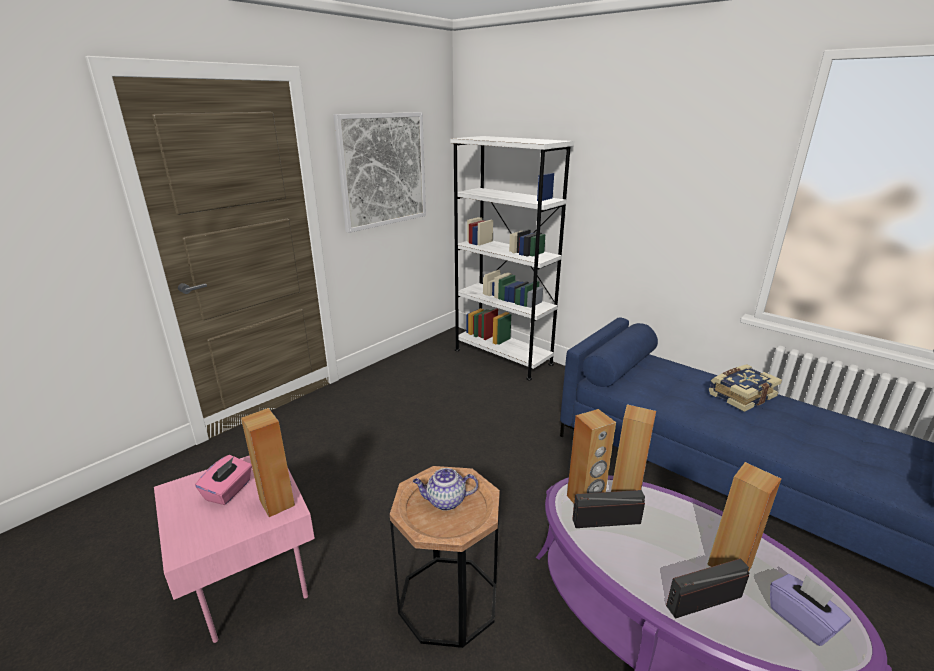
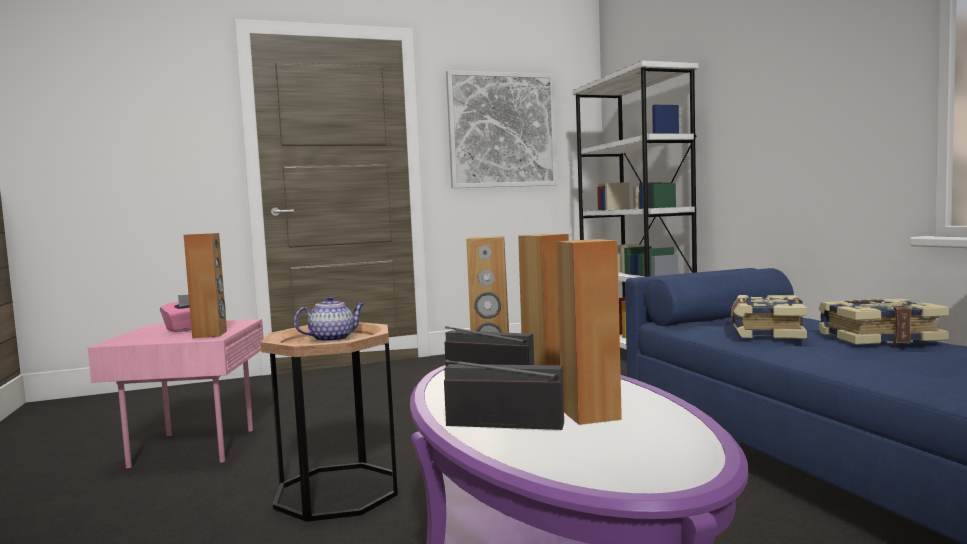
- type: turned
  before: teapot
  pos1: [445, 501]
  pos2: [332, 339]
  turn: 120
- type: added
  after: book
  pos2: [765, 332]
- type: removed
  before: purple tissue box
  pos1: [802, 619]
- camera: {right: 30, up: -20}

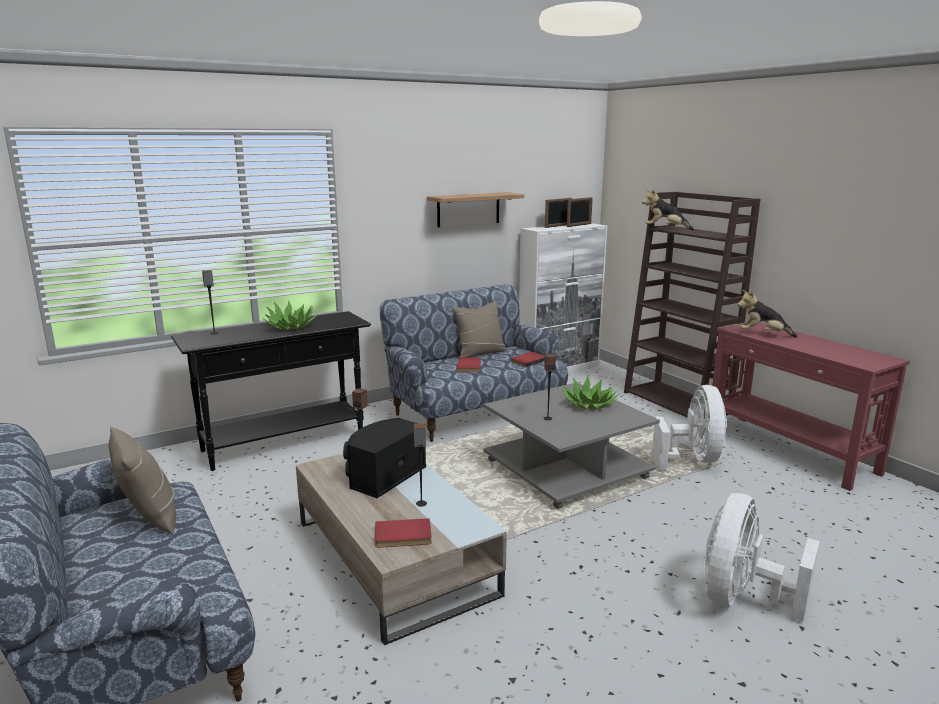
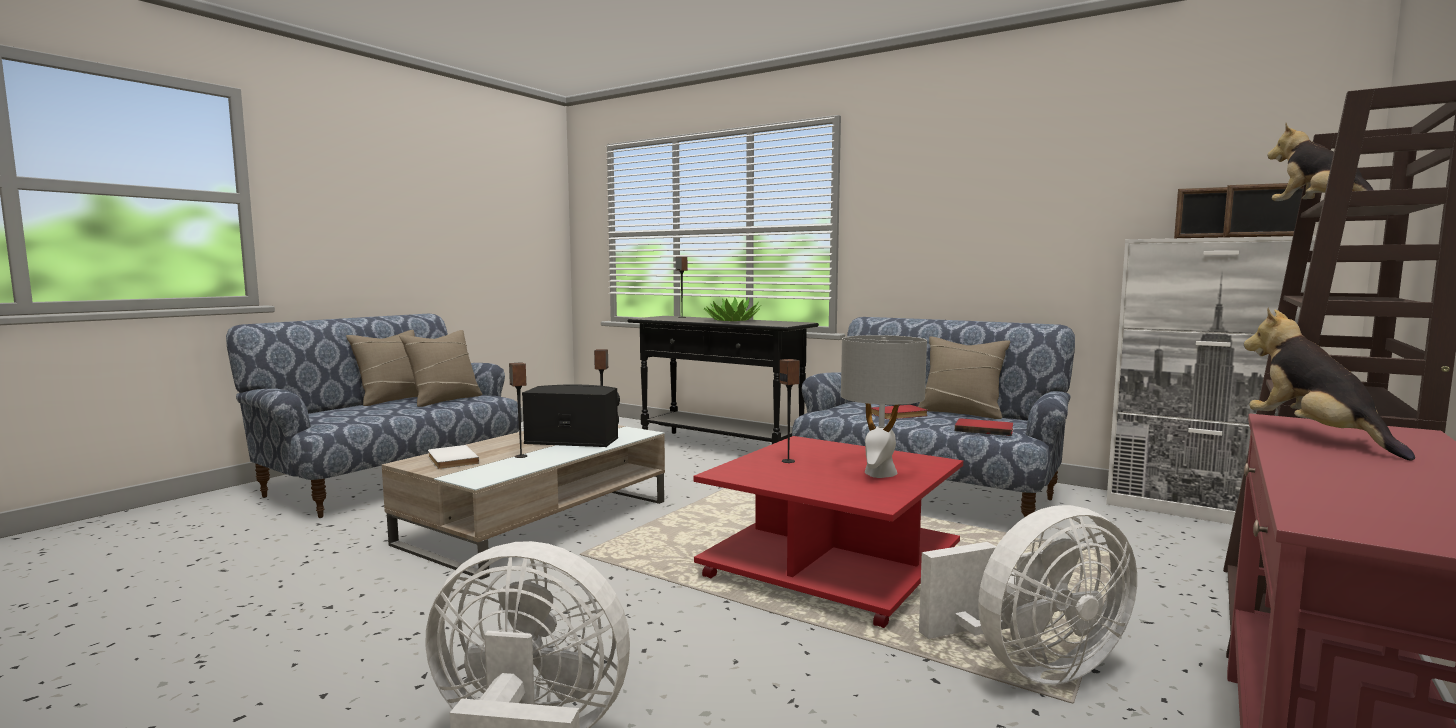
- type: added
  after: beige pillow
  pos2: [393, 399]
- type: recoloured
  before: red book
  after: white book
  pos1: [403, 536]
  pos2: [450, 460]
- type: recoloured
  before: grey coffee table
  after: red coffee table
  pos1: [566, 468]
  pos2: [834, 566]
- type: replaced
  before: potted plant
  after: grey table lamp
  pos1: [589, 404]
  pos2: [880, 473]
- type: removed
  before: shelf
  pos1: [468, 209]
- camera: {right: 65, up: -10}

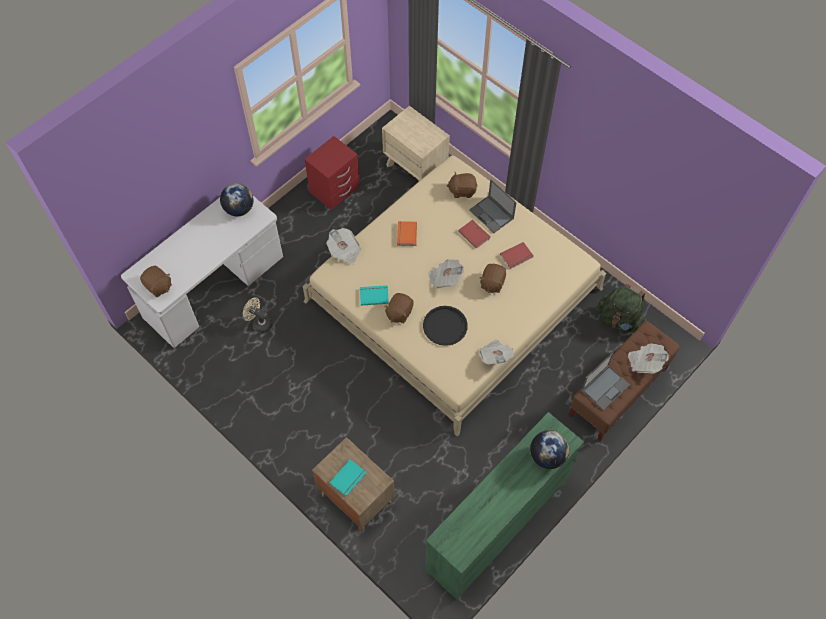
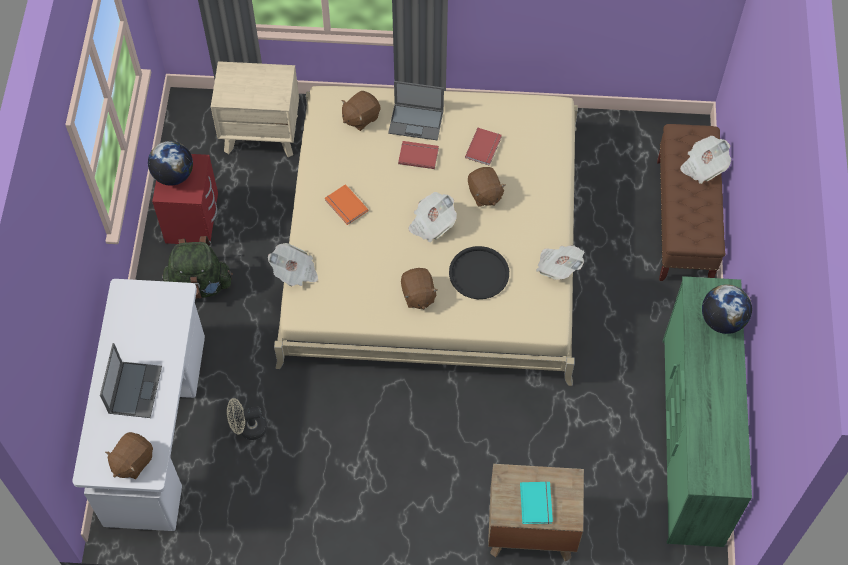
- type: moved
  before: laptop
  pos1: [605, 387]
  pos2: [135, 389]
- type: turned
  before: brown plush toy
  pos1: [158, 286]
  pos2: [132, 461]
  turn: 120
- type: moved
  before: globe
  pos1: [239, 209]
  pos2: [173, 175]
- type: moved
  before: green backpack
  pos1: [619, 320]
  pos2: [199, 285]
- type: removed
  before: turquoise book
  pos1: [374, 295]
- camera: {right: -40, up: 0}

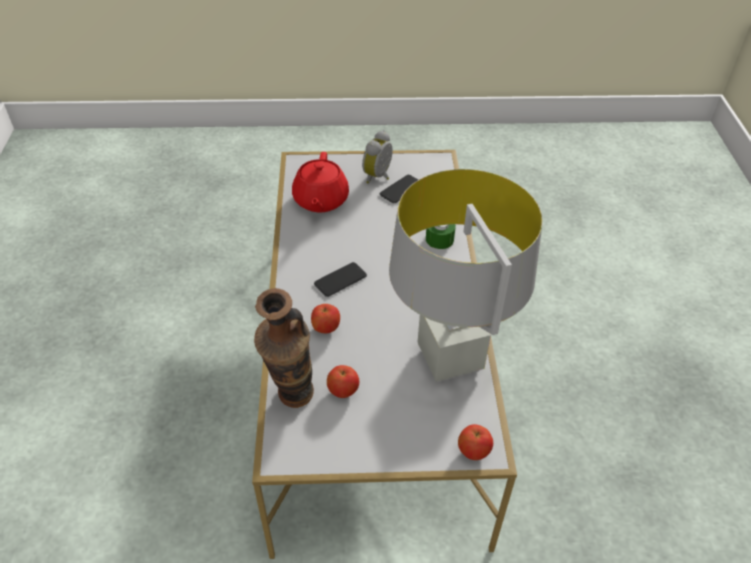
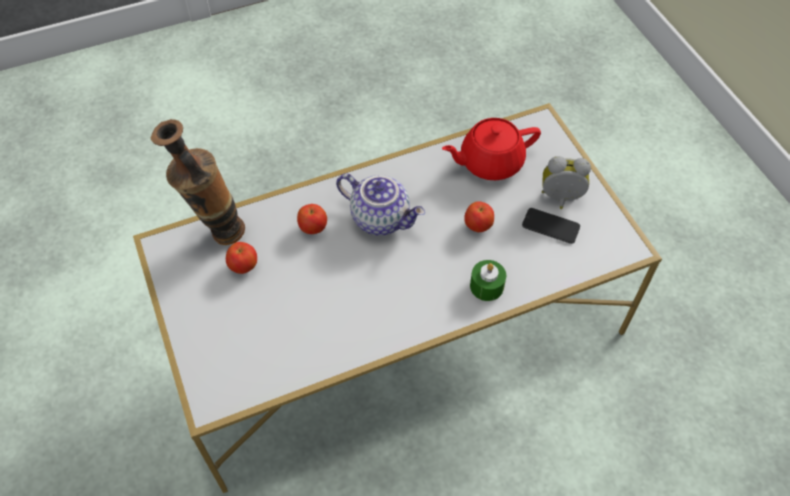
- type: replaced
  before: phone
  after: teapot
  pos1: [340, 280]
  pos2: [381, 218]
- type: moved
  before: apple
  pos1: [473, 451]
  pos2: [478, 226]
- type: removed
  before: grey table lamp
  pos1: [449, 360]
- camera: {right: 70, up: 10}

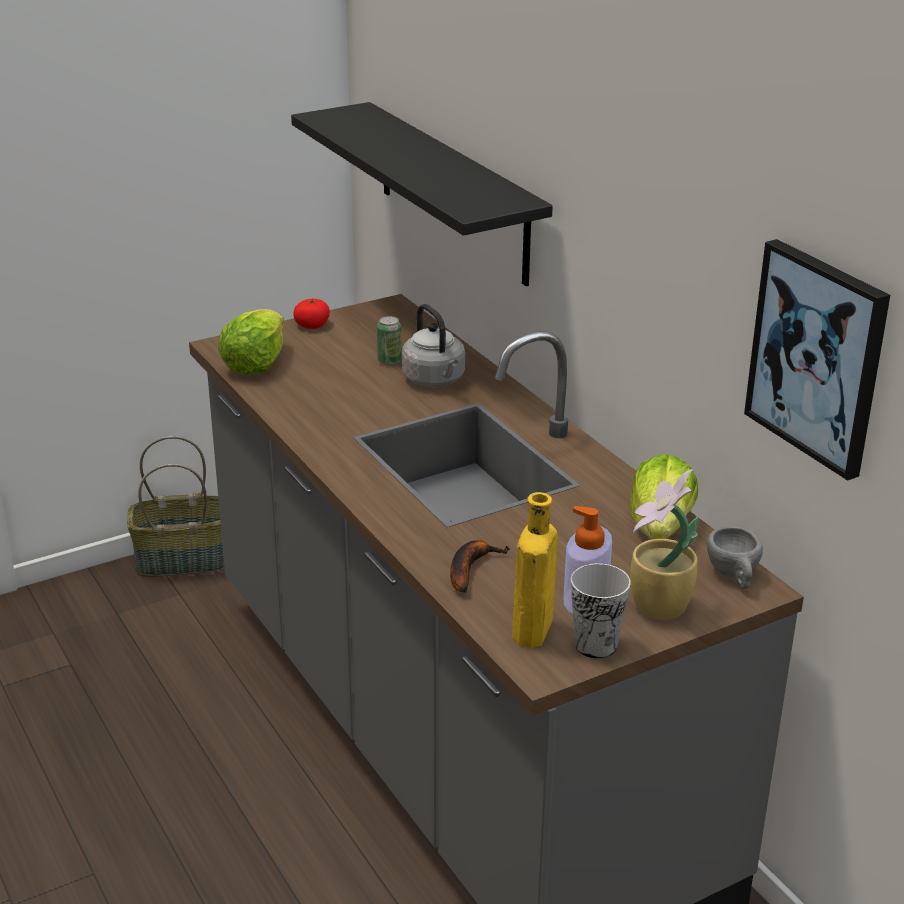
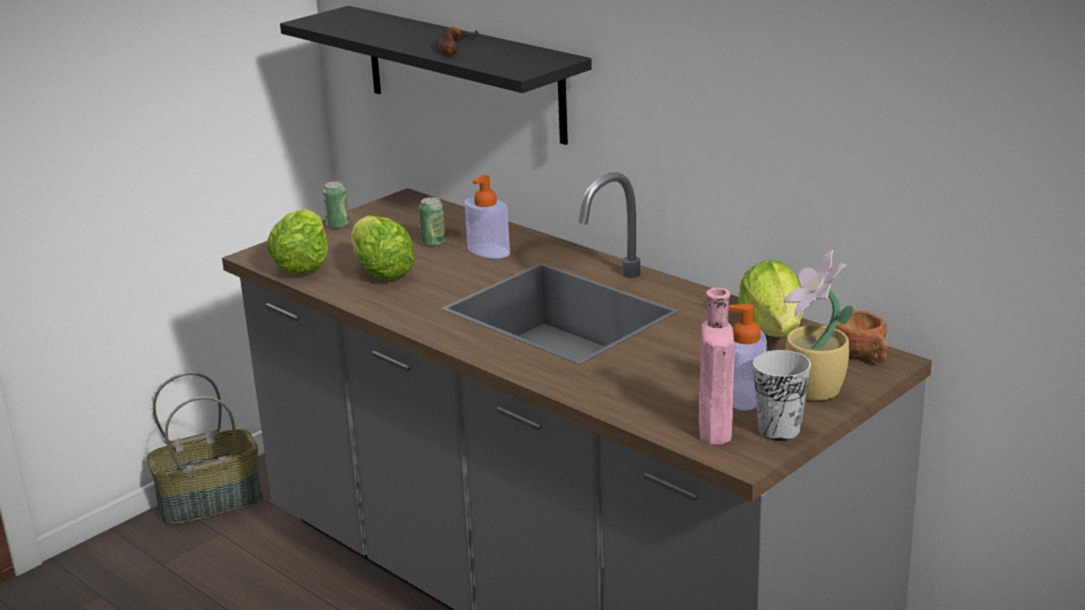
- type: replaced
  before: tomato
  after: can
  pos1: [312, 325]
  pos2: [338, 225]
- type: added
  after: lettuce
  pos2: [381, 272]
- type: moved
  before: banana
  pos1: [470, 568]
  pos2: [452, 47]
- type: replaced
  before: grey kettle
  after: soap dispenser
  pos1: [435, 380]
  pos2: [488, 251]
- type: recoloured
  before: yellow bottle
  after: pink bottle
  pos1: [531, 633]
  pos2: [715, 432]
- type: recoloured
  before: grey cup
  after: brown cup
  pos1: [734, 576]
  pos2: [863, 355]
- type: removed
  before: picture
  pos1: [818, 357]
- camera: {right: -15, up: -5}

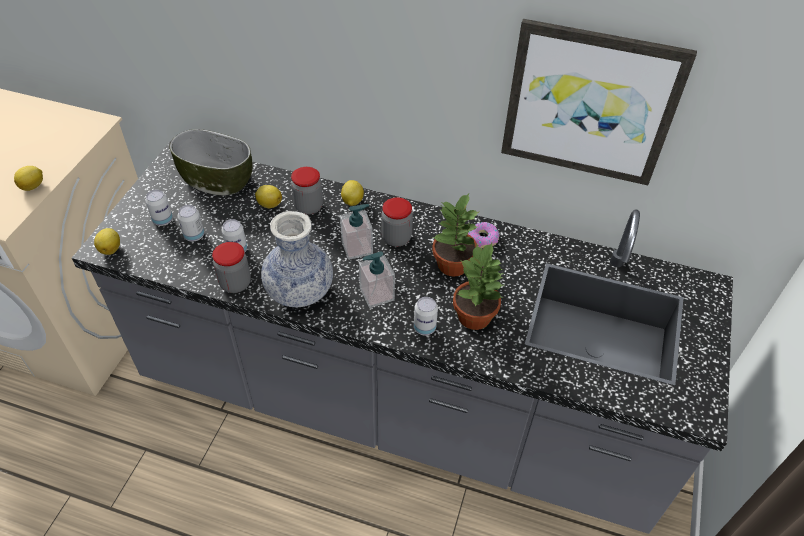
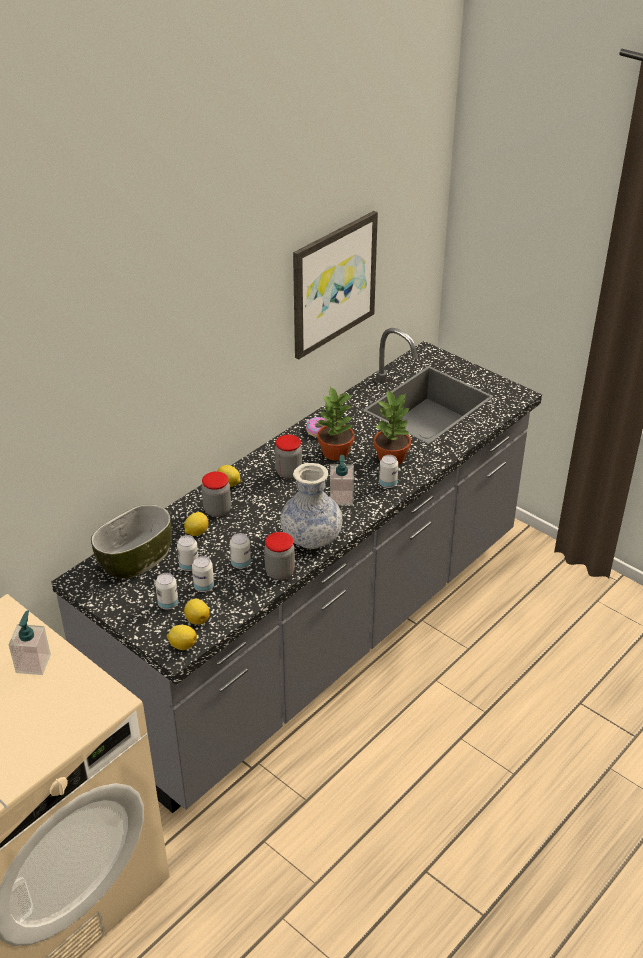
- type: moved
  before: soap dispenser
  pos1: [357, 248]
  pos2: [33, 663]
- type: added
  after: can
  pos2: [189, 566]
- type: moved
  before: lemon
  pos1: [33, 186]
  pos2: [197, 619]
- camera: {right: -65, up: -10}

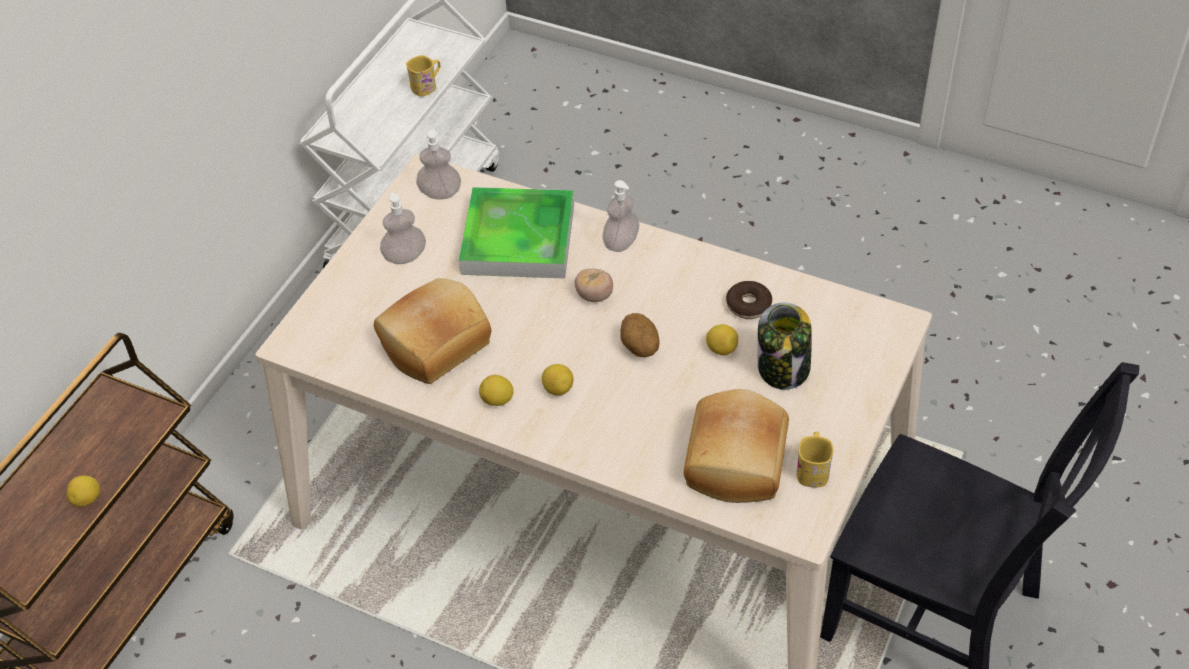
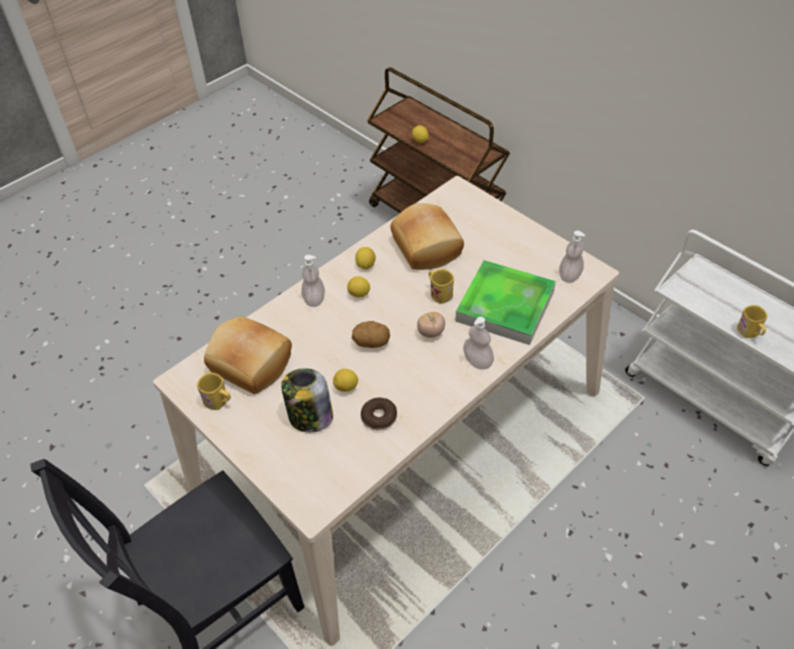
- type: moved
  before: soap dispenser
  pos1: [405, 256]
  pos2: [314, 299]
- type: added
  after: yellow mug
  pos2: [439, 293]
- camera: {right: 110, up: 0}

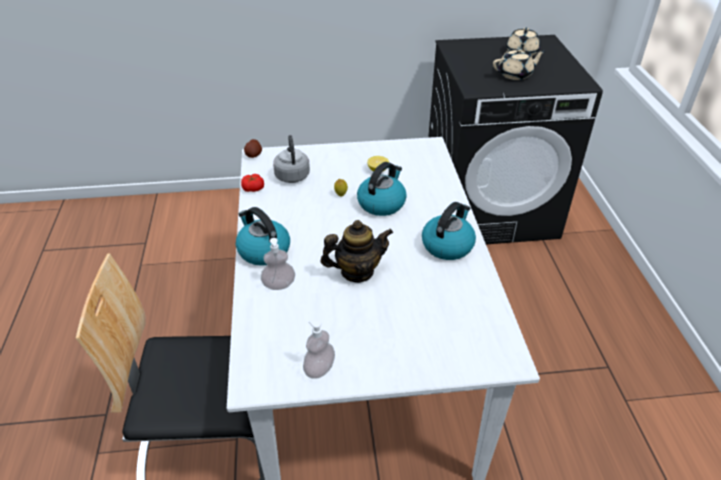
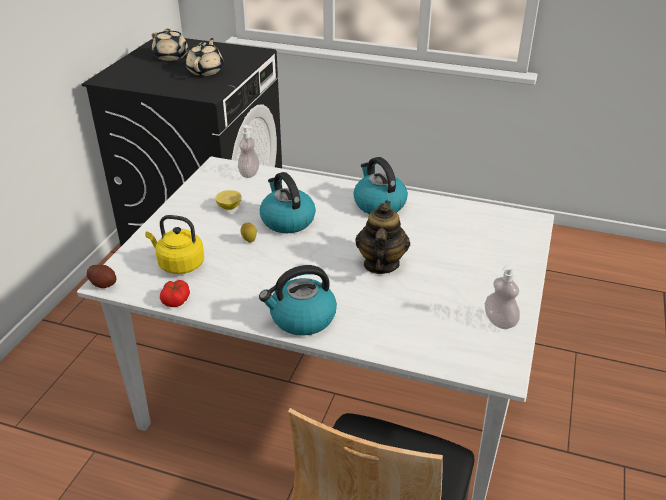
- type: recoloured
  before: grey kettle
  after: yellow kettle
  pos1: [292, 175]
  pos2: [179, 264]
- type: moved
  before: soap dispenser
  pos1: [279, 285]
  pos2: [249, 173]
- camera: {right: -65, up: -5}

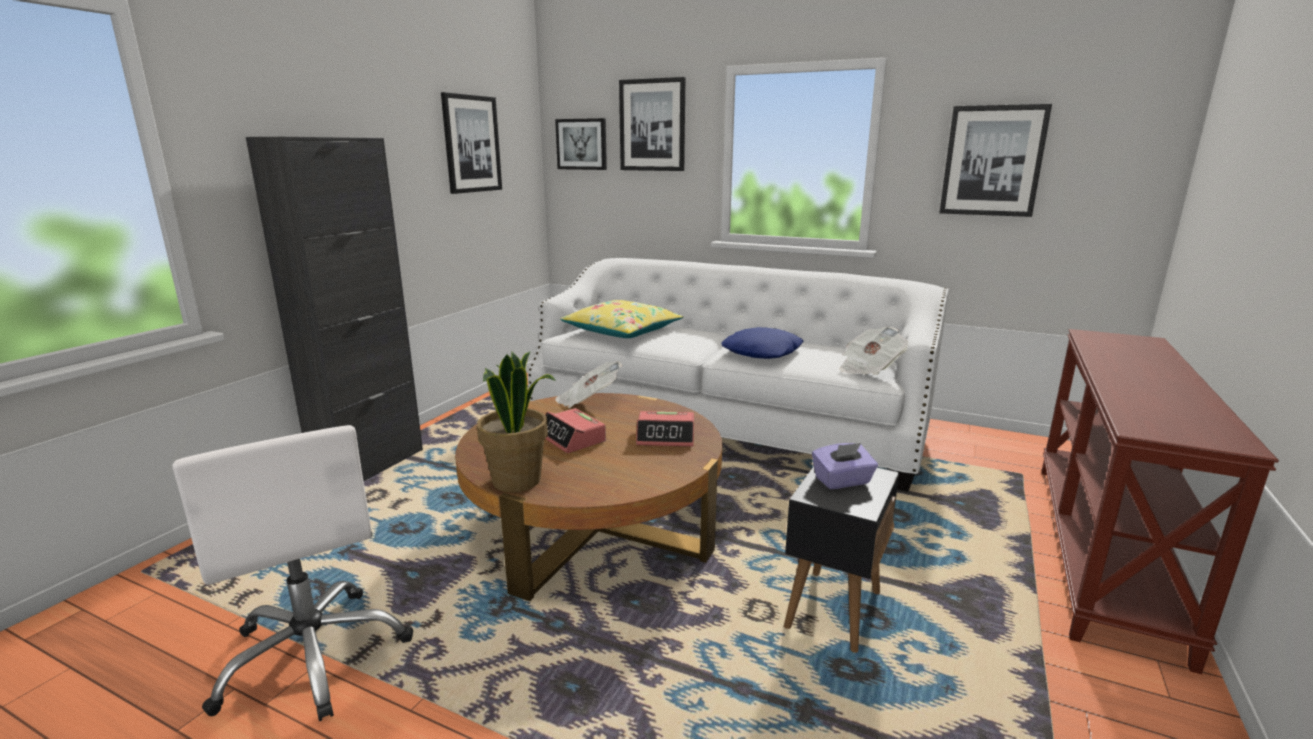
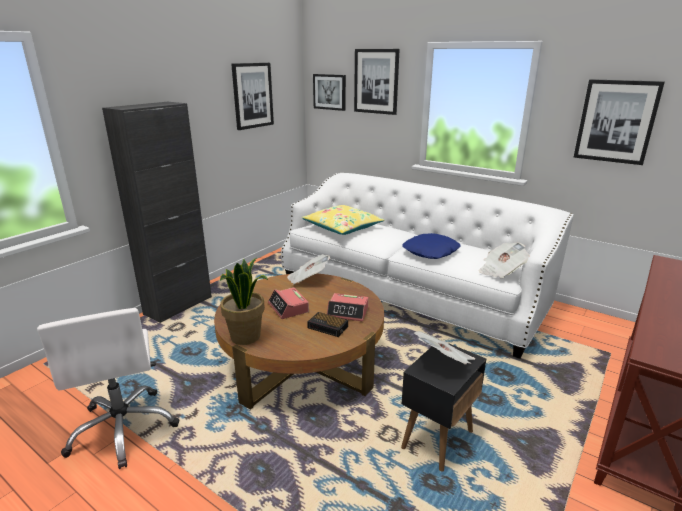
- type: added
  after: alarm clock
  pos2: [328, 327]
- type: replaced
  before: purple tissue box
  after: newspaper
  pos1: [842, 481]
  pos2: [444, 361]
- camera: {right: 10, up: 5}

